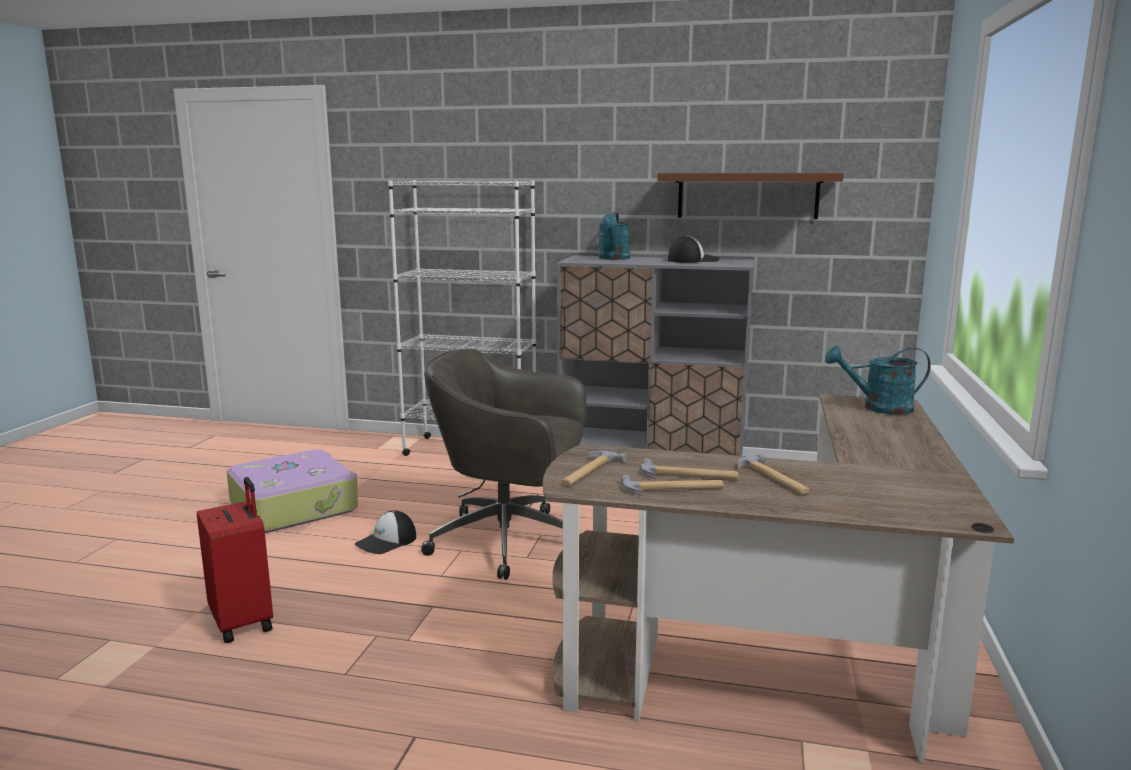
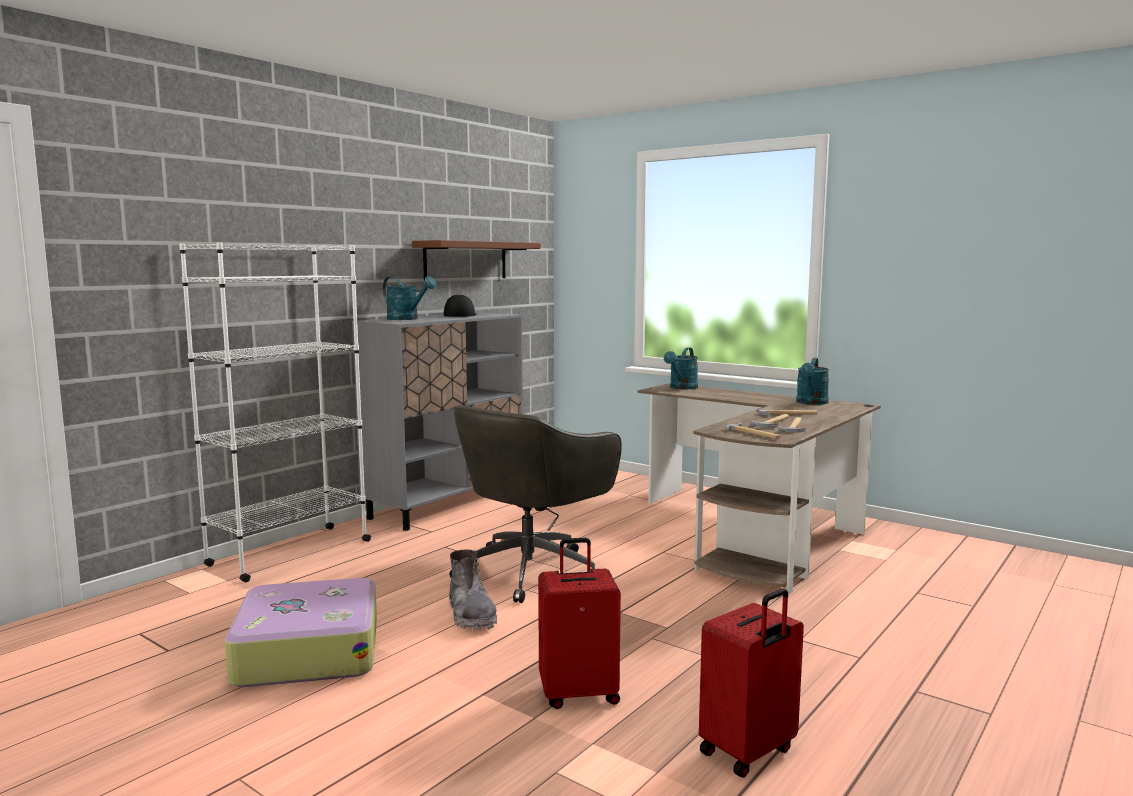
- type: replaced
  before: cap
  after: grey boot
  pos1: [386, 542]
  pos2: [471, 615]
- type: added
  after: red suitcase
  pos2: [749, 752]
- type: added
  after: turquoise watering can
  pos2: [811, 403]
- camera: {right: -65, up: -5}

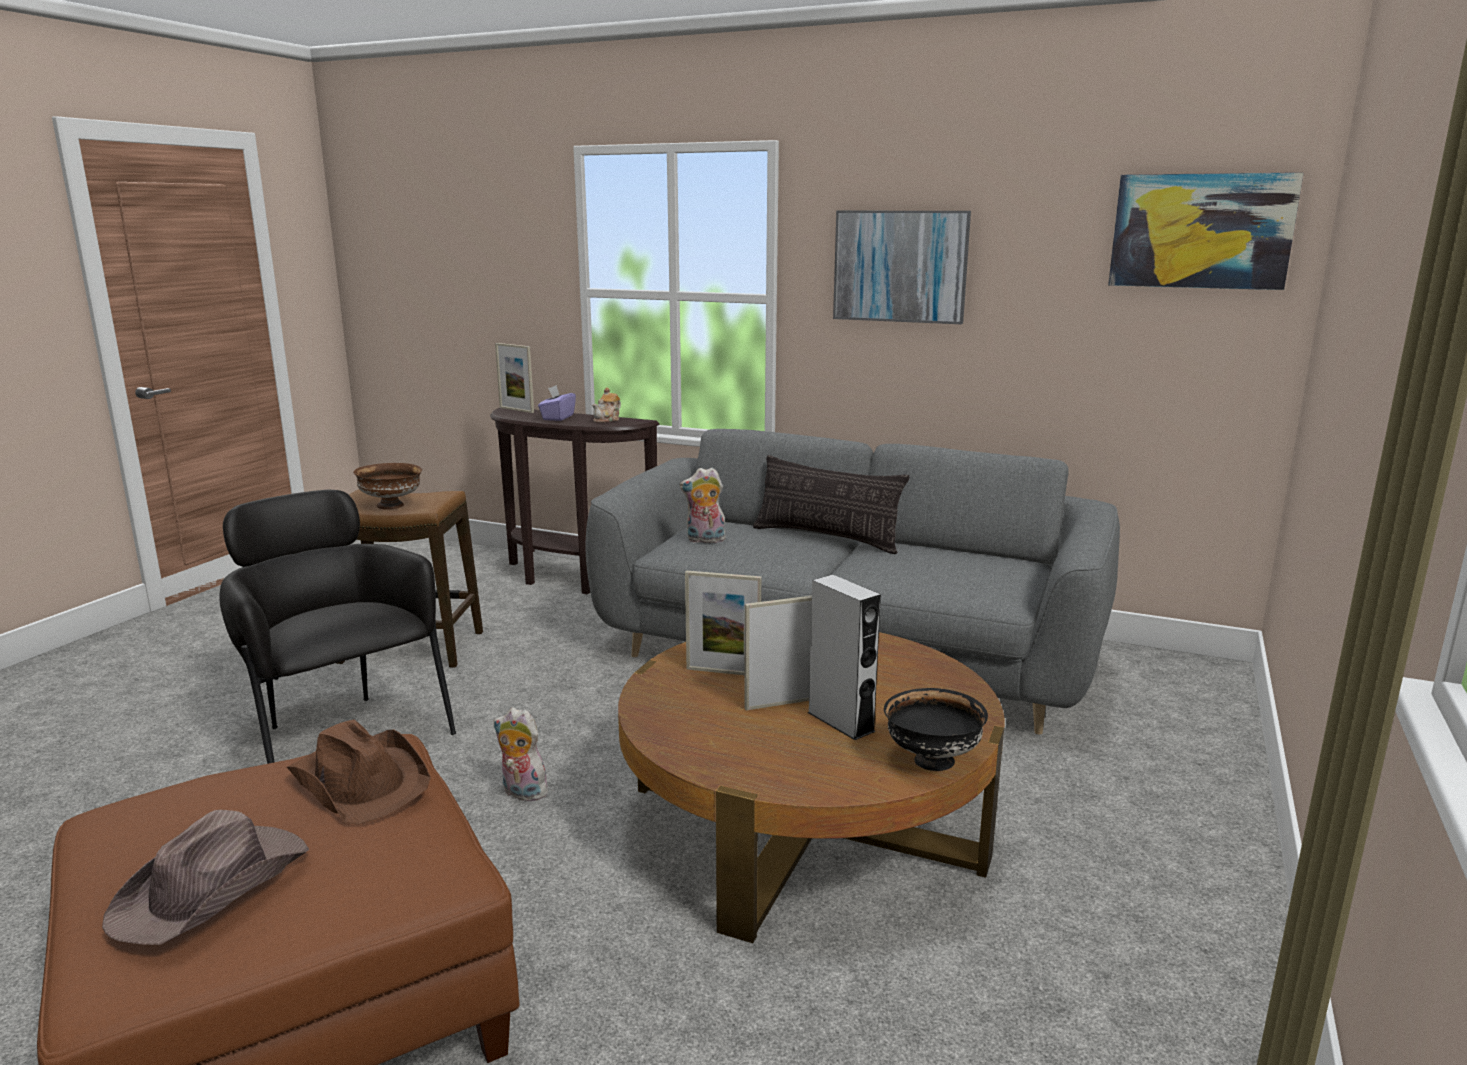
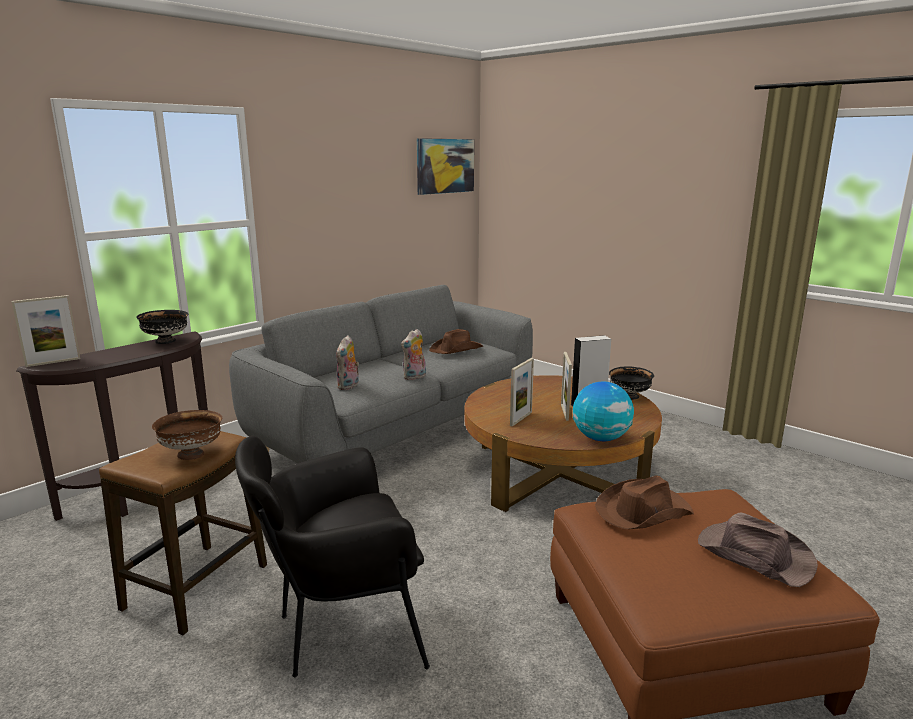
- type: replaced
  before: teapot
  after: black bowl
  pos1: [607, 420]
  pos2: [166, 341]
- type: moved
  before: plush toy
  pos1: [521, 793]
  pos2: [415, 377]
- type: added
  after: brown hat
  pos2: [457, 349]
- type: added
  after: globe
  pos2: [600, 438]
- type: removed
  before: purple tissue box
  pos1: [557, 417]
- type: removed
  before: pillow
  pos1: [827, 538]
- type: removed
  before: picture
  pos1: [900, 266]
- camera: {right: -70, up: 0}

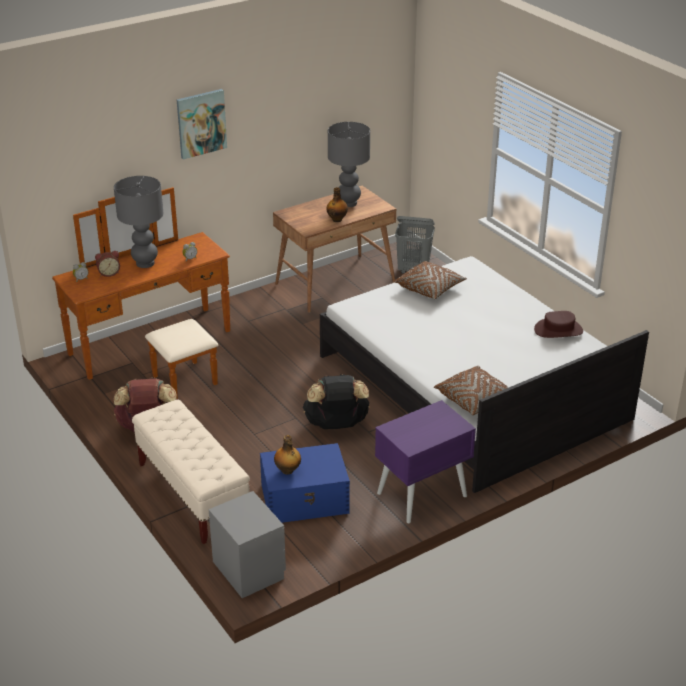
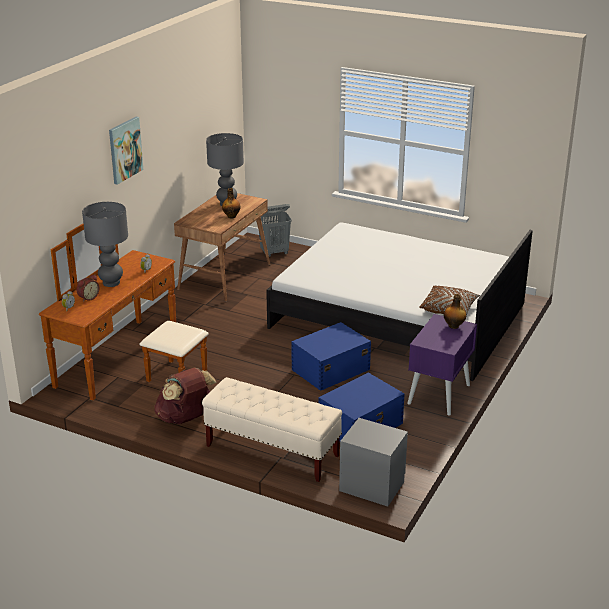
- type: replaced
  before: black backpack
  after: blue storage box
  pos1: [336, 425]
  pos2: [329, 369]
- type: moved
  before: bottle
  pos1: [287, 470]
  pos2: [454, 326]
- type: removed
  before: brown pillow
  pos1: [430, 288]
- type: removed
  before: brown hat
  pos1: [558, 330]
- camera: {right: -30, up: -5}

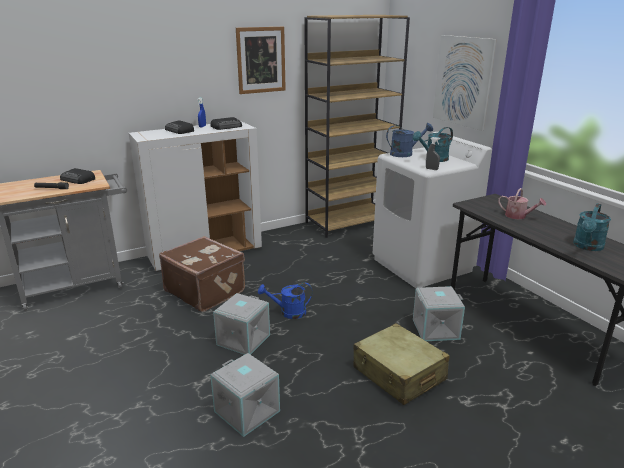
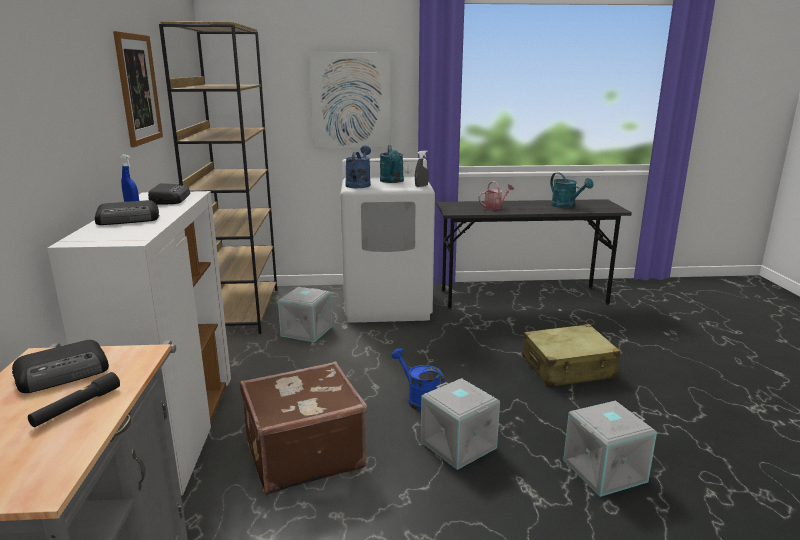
- type: moved
  before: grey storage box
  pos1: [435, 328]
  pos2: [306, 331]
- type: turned
  before: blue watering can
  pos1: [288, 312]
  pos2: [419, 399]
  turn: 120
- camera: {right: -65, up: -5}

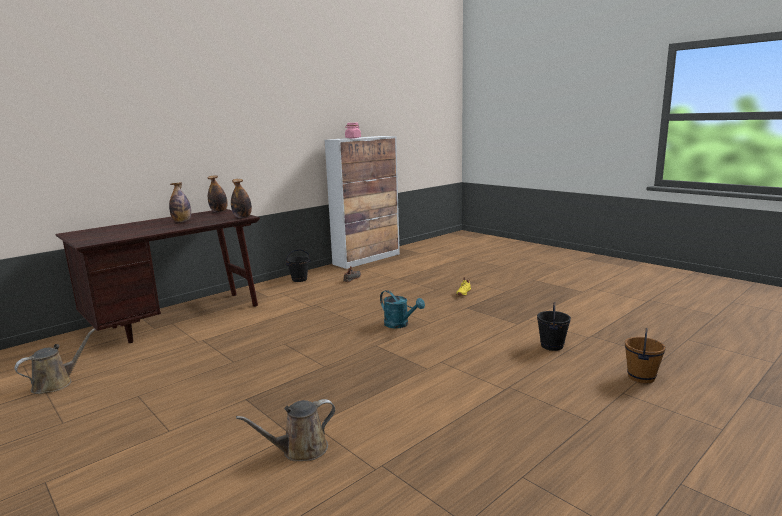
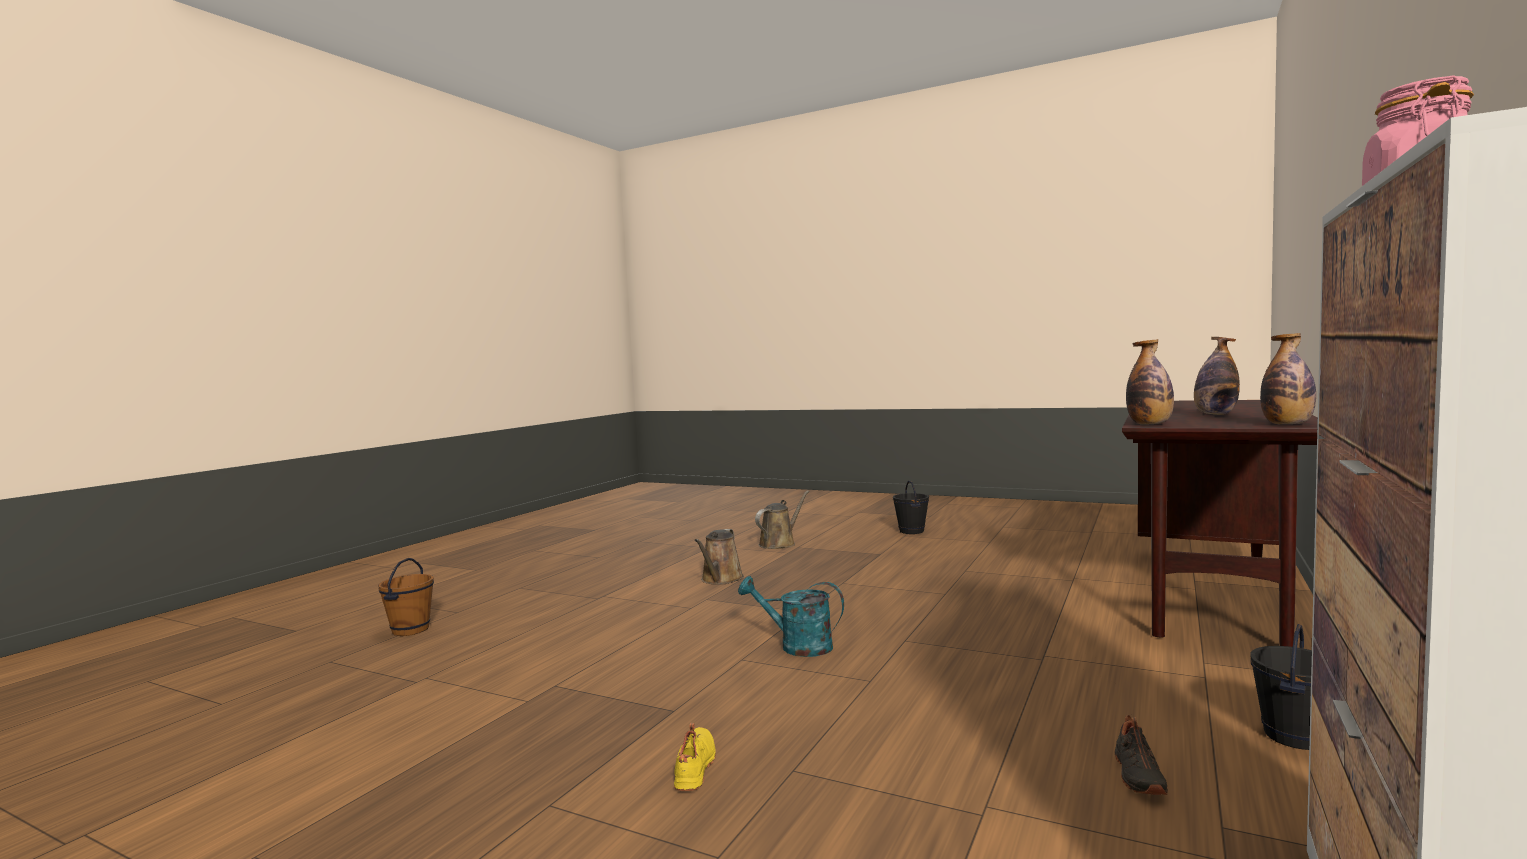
- type: moved
  before: brown watering can
  pos1: [56, 383]
  pos2: [720, 579]
- type: moved
  before: black bucket
  pos1: [551, 346]
  pos2: [912, 531]
- camera: {right: 160, up: -10}

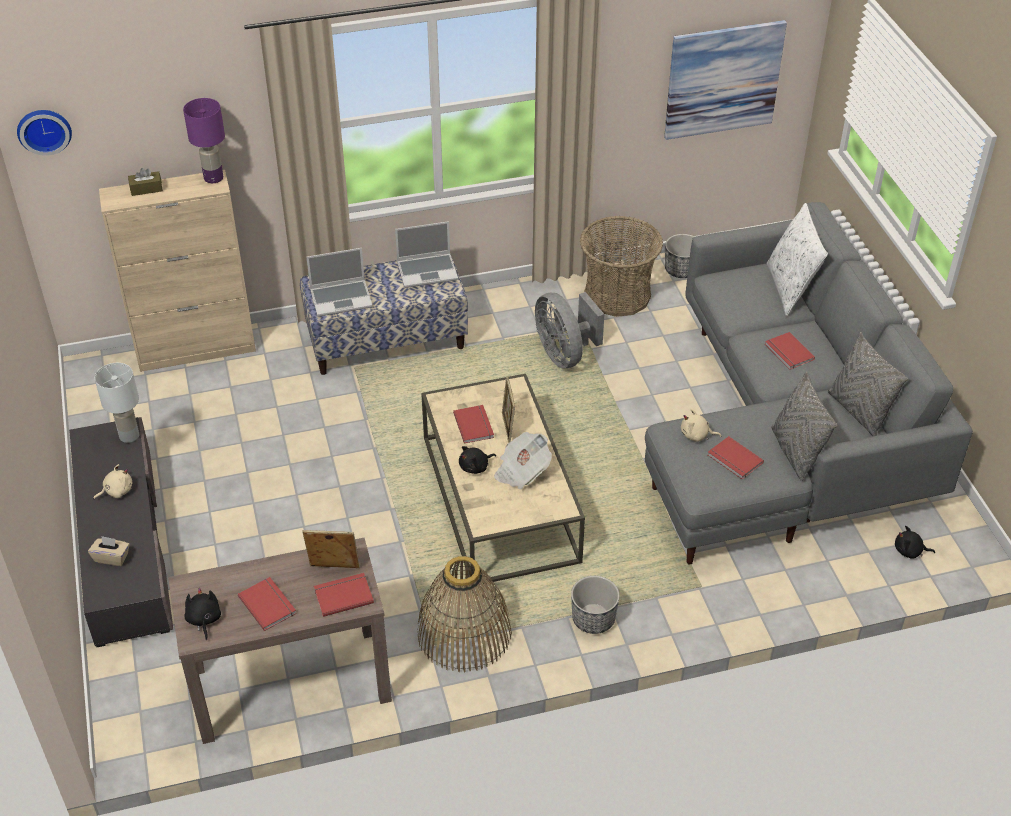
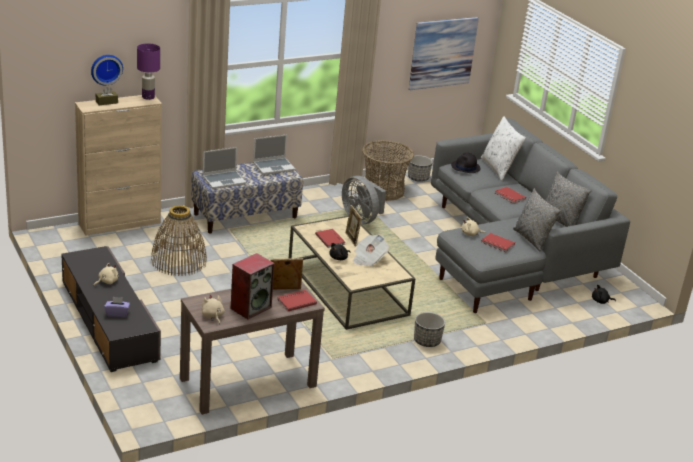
- type: moved
  before: wall clock
  pos1: [44, 130]
  pos2: [106, 69]
- type: recoloured
  before: beige tissue box
  after: purple tissue box
  pos1: [112, 557]
  pos2: [117, 313]
- type: moved
  before: basket
  pos1: [464, 633]
  pos2: [178, 261]
- type: recoloured
  before: black plush toy
  after: beige plush toy
  pos1: [204, 620]
  pos2: [212, 316]
- type: replaced
  before: red book
  after: speaker
  pos1: [268, 604]
  pos2: [251, 307]
- type: added
  after: black hat
  pos2: [465, 167]
- type: removed
  before: white table lamp
  pos1: [129, 436]
- camera: {right: -15, up: -15}

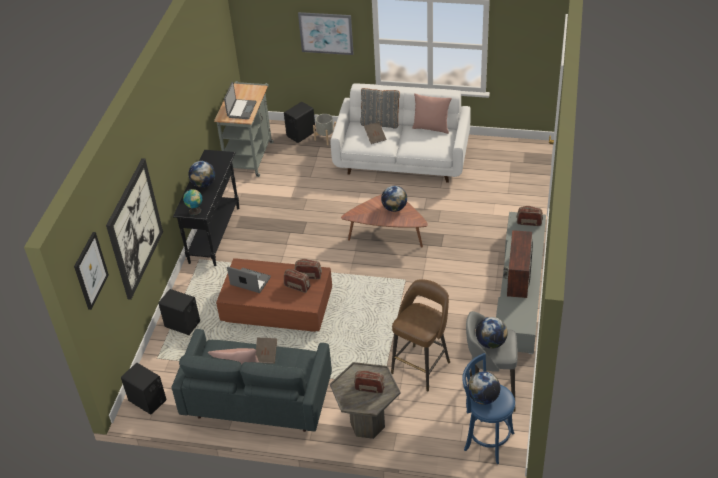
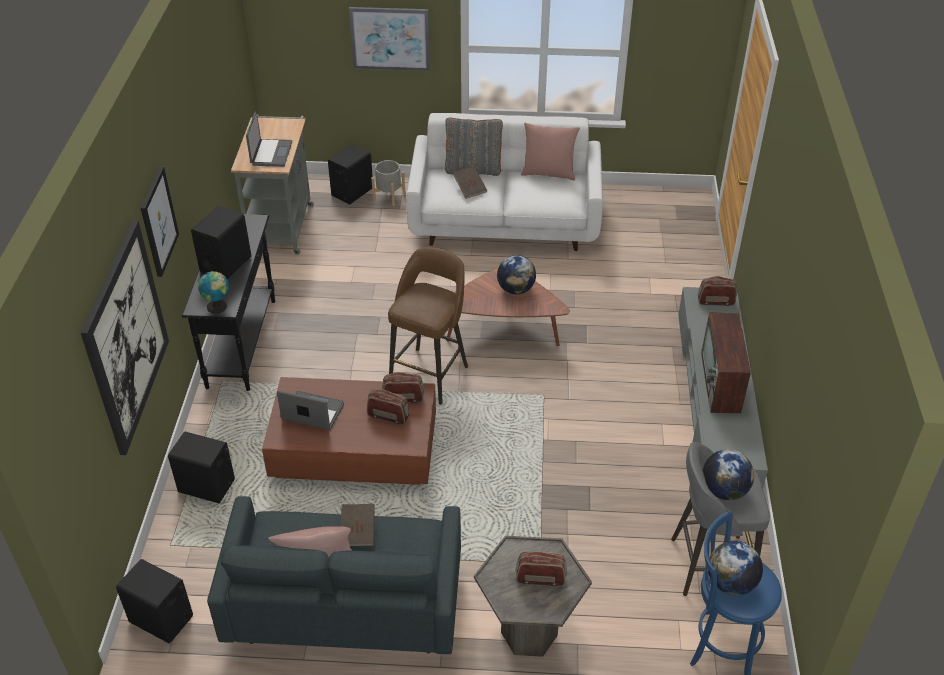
- type: moved
  before: picture
  pos1: [90, 270]
  pos2: [158, 221]
- type: replaced
  before: globe
  after: black speaker
  pos1: [204, 184]
  pos2: [226, 264]
- type: moved
  before: brown stool
  pos1: [422, 366]
  pos2: [430, 374]
- camera: {right: -10, up: 0}

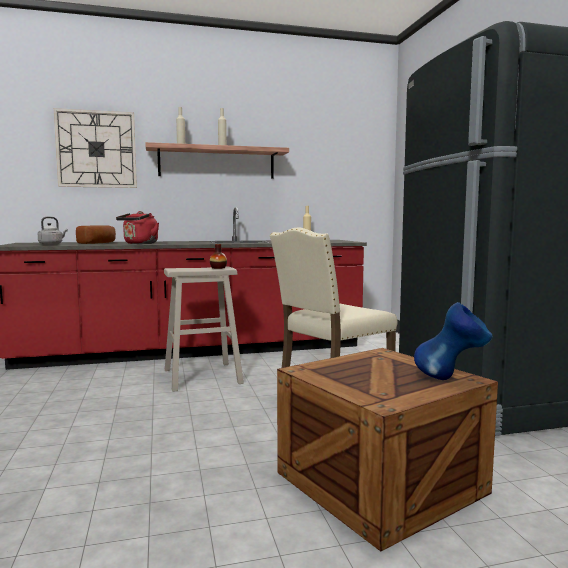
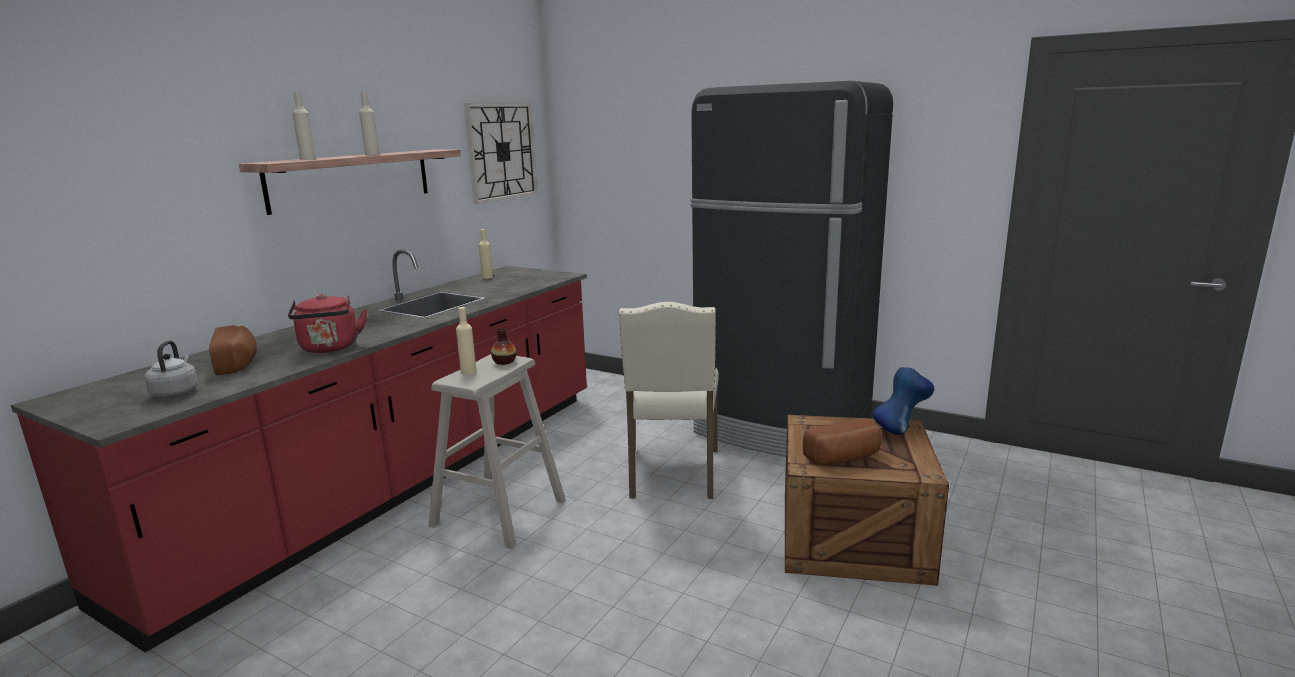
- type: added
  after: beige bottle
  pos2: [468, 372]
- type: moved
  before: wall clock
  pos1: [96, 149]
  pos2: [501, 151]
- type: added
  after: bread
  pos2: [845, 458]
- camera: {right: -45, up: 10}

